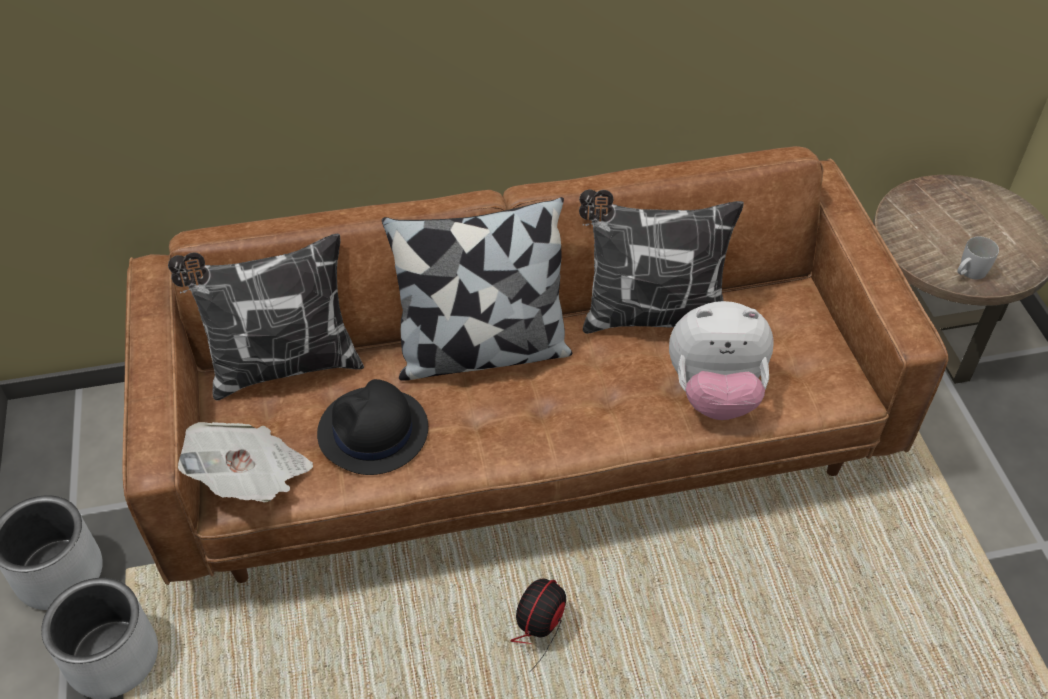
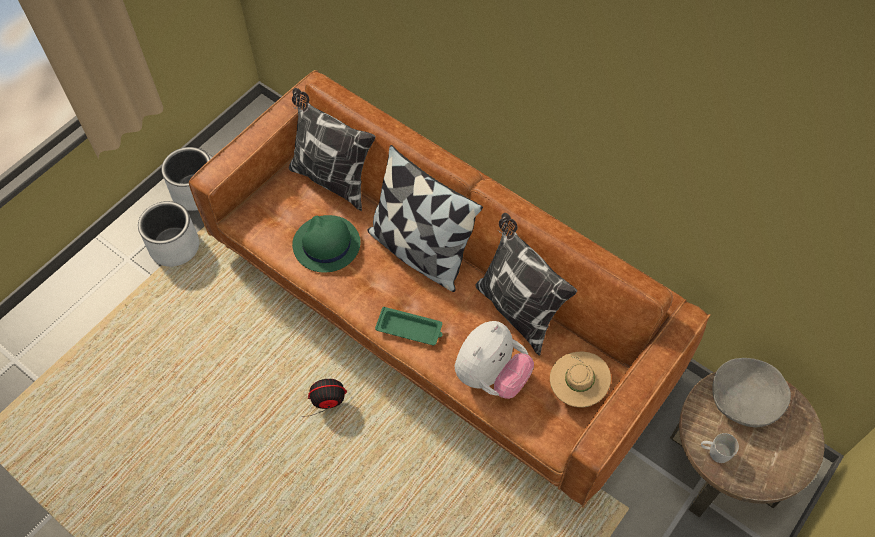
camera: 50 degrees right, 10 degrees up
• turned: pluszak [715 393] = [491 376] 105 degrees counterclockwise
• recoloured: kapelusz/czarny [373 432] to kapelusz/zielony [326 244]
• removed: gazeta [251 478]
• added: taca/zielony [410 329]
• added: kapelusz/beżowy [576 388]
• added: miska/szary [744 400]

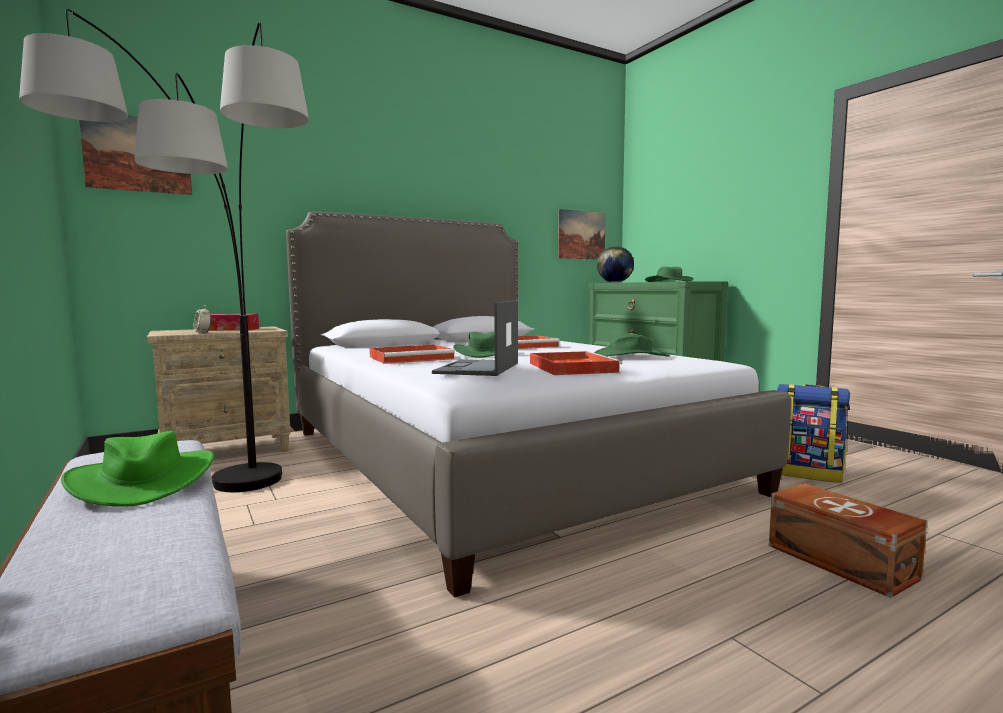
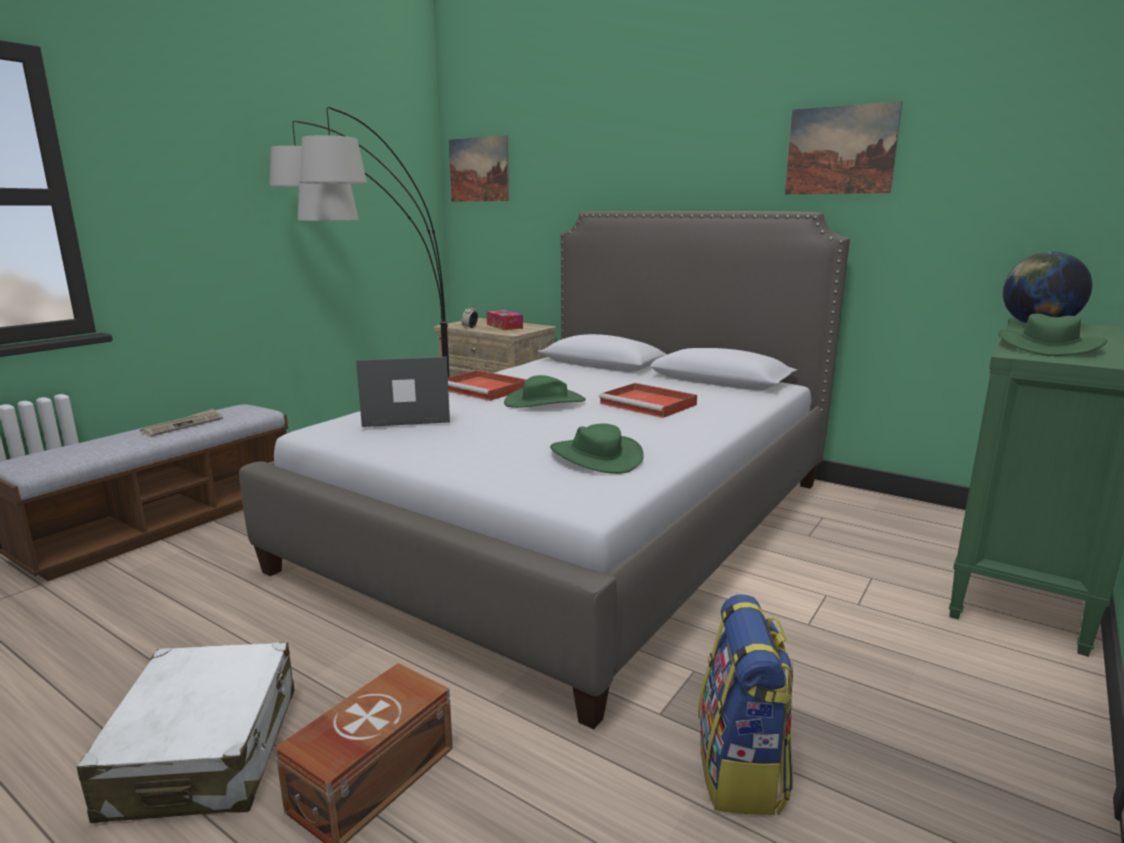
camera: 65 degrees right, 10 degrees up
• moved: obraz [581 235] to [840 150]
• removed: taca/czerwony [571 367]
• replaced: kapelusz/zielony [143 480] to gazeta [183 425]
• added: walizka/biały [205 751]

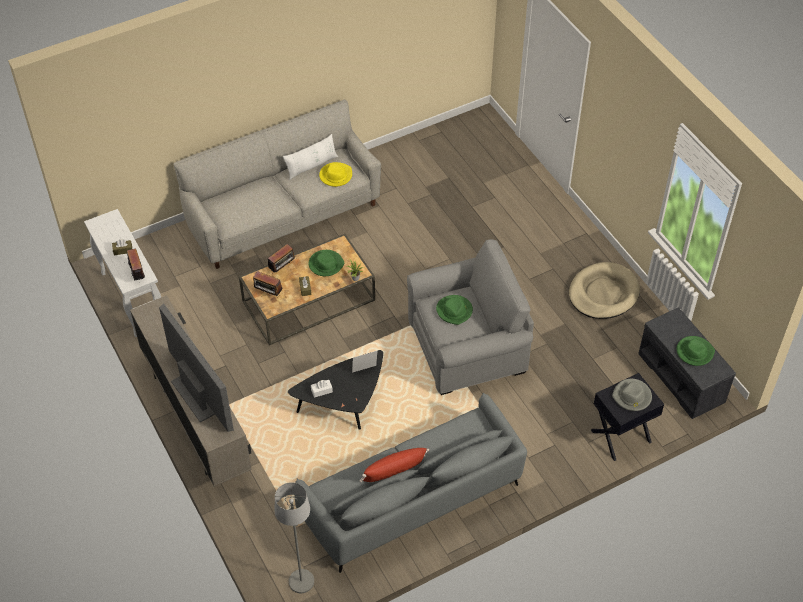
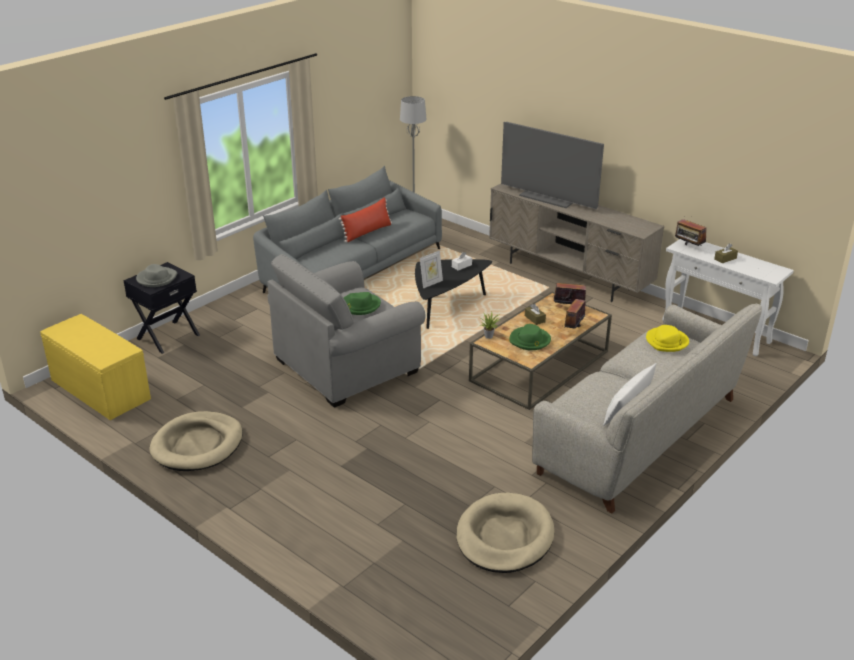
camera: 160 degrees right, 20 degrees down
• moved: kapelusz/żółty [335 176] to [667 342]
• recoloured: ławka/szary [682 378] to ławka/żółty [99 389]
• removed: kapelusz/zielony [694 352]
• added: legowisko/beżowy [504 537]

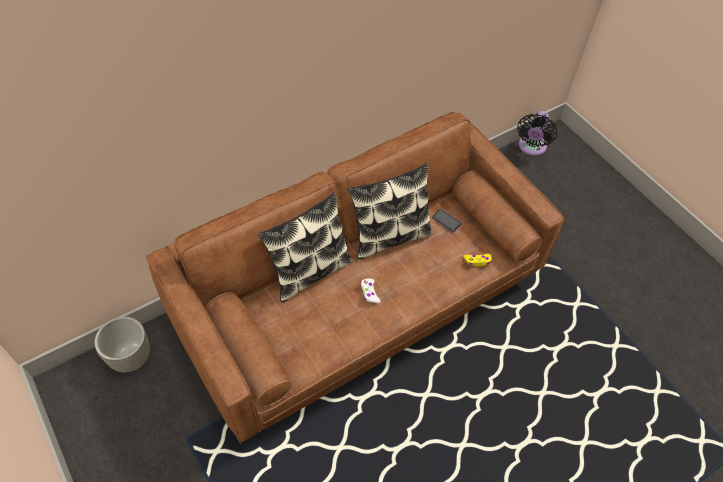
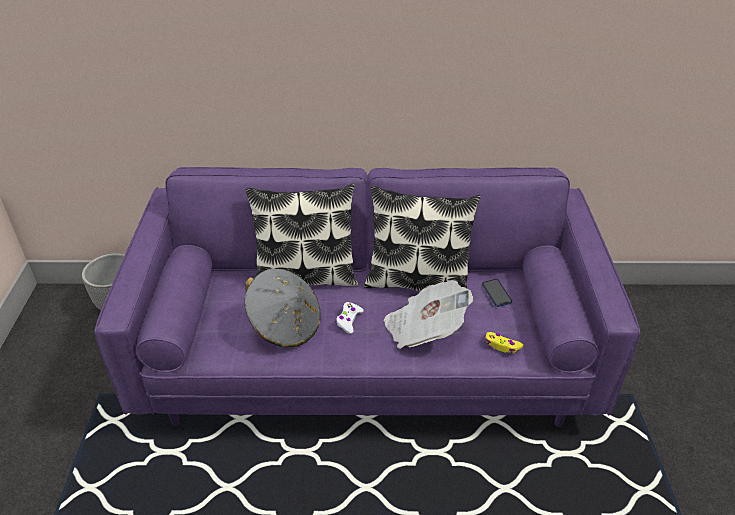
camera: 35 degrees right, 15 degrees down
• removed: wentylator/czarny [531 148]
• recoloured: kanapa/brązowy [358 301] to kanapa/fioletowy [367 357]
• added: kapelusz/szary [285 325]
• added: gazeta [424 329]

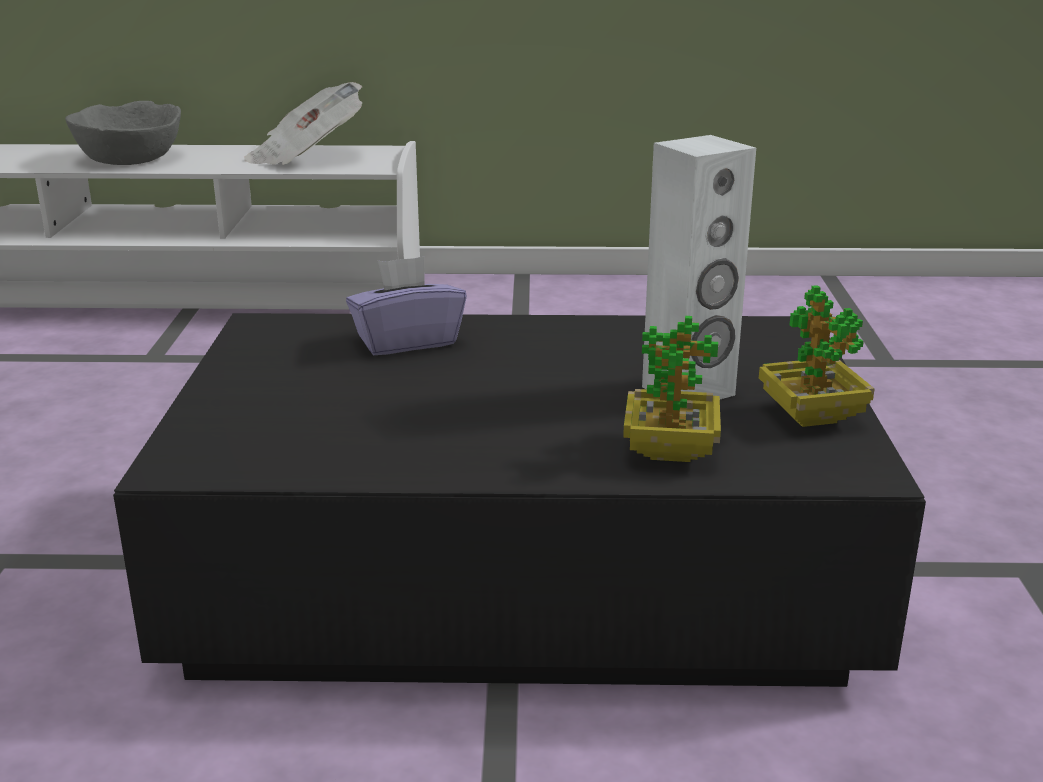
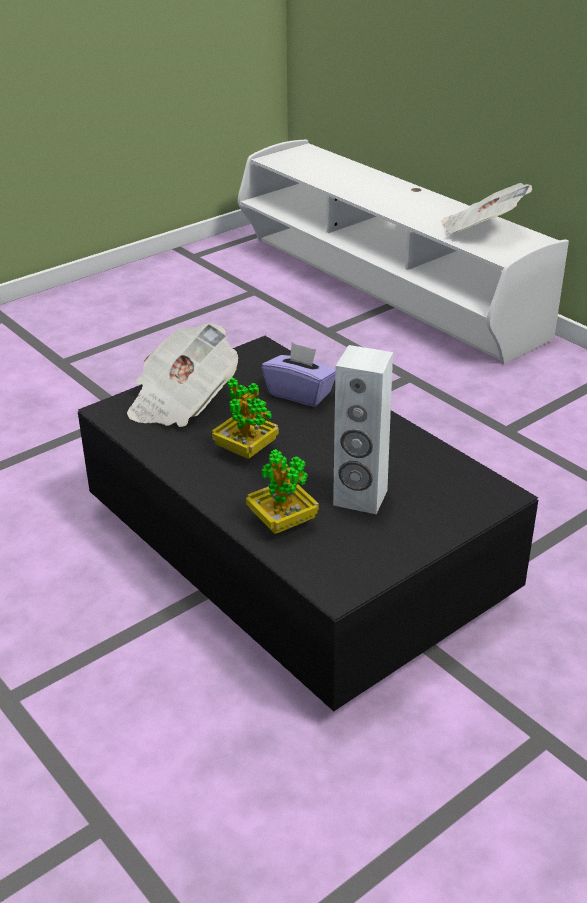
camera: 50 degrees right, 10 degrees up
• removed: miska/szary [130 159]
• moved: roślina doniczkowa [811 417] to [246 450]
• added: gazeta [181 402]

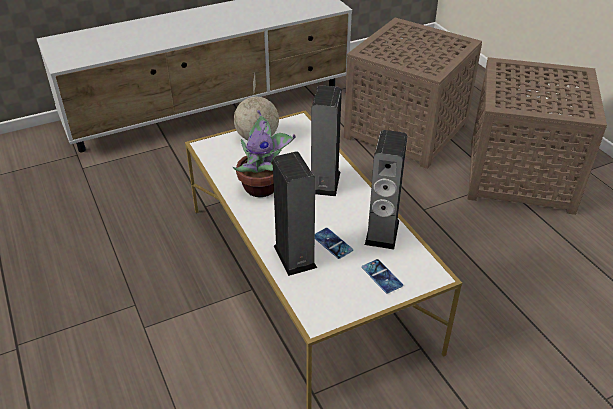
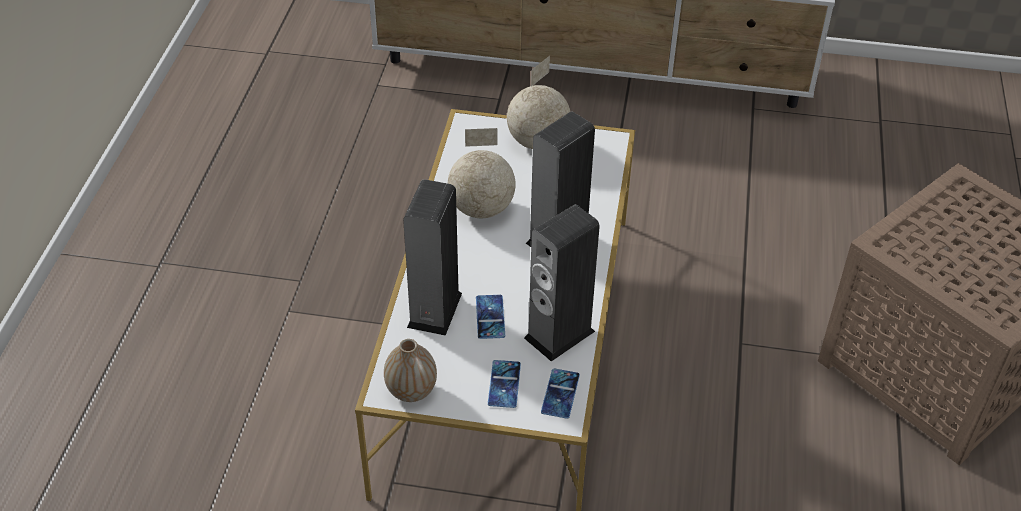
camera: 35 degrees right, 5 degrees up
• removed: stolik/brązowy [408 130]
• replaced: roślina doniczkowa [263 187] to globus [482 209]
• added: wazon [411 390]
• added: telefon [560 393]

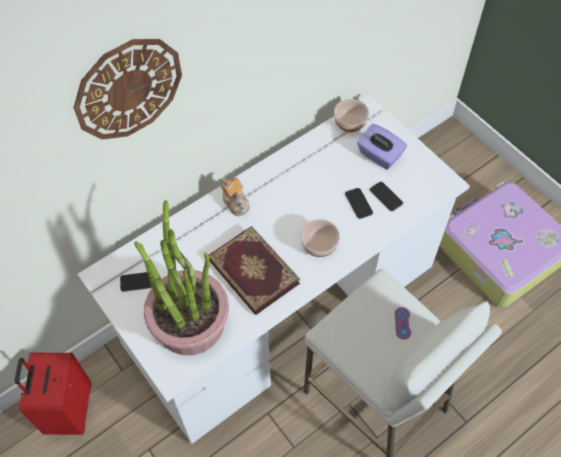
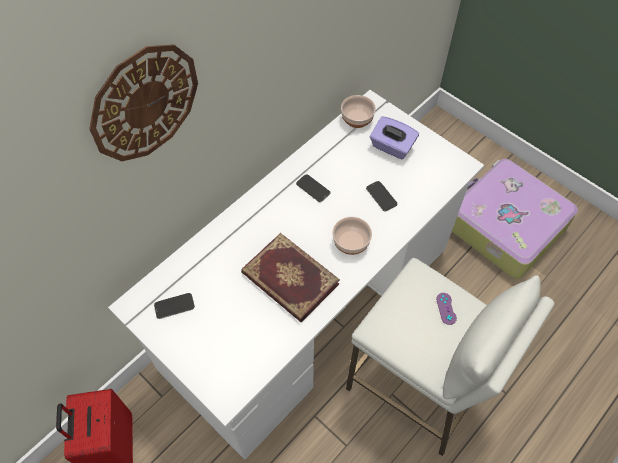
camera: 10 degrees left, 0 degrees up
• removed: imbryk [236 202]
• moved: telefon [386 197] to [313 188]
• removed: roślina doniczkowa [190 322]

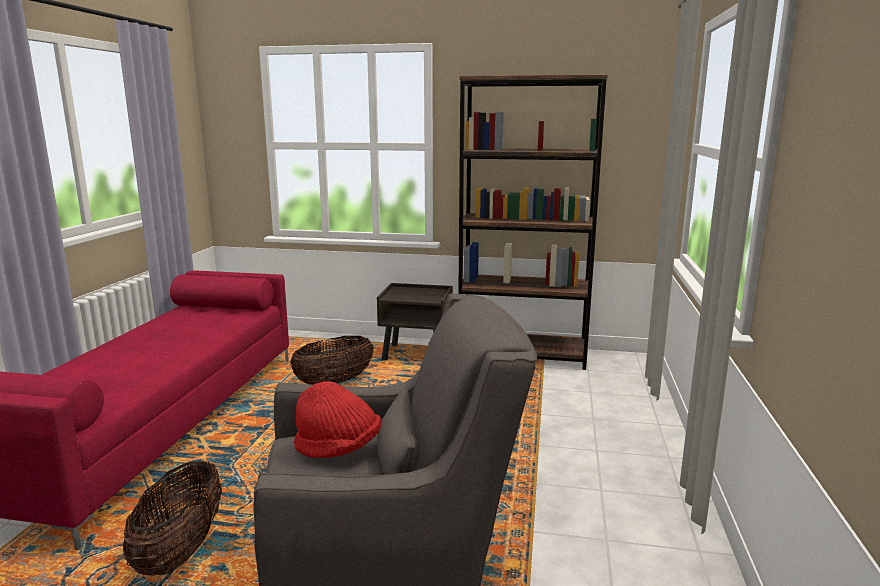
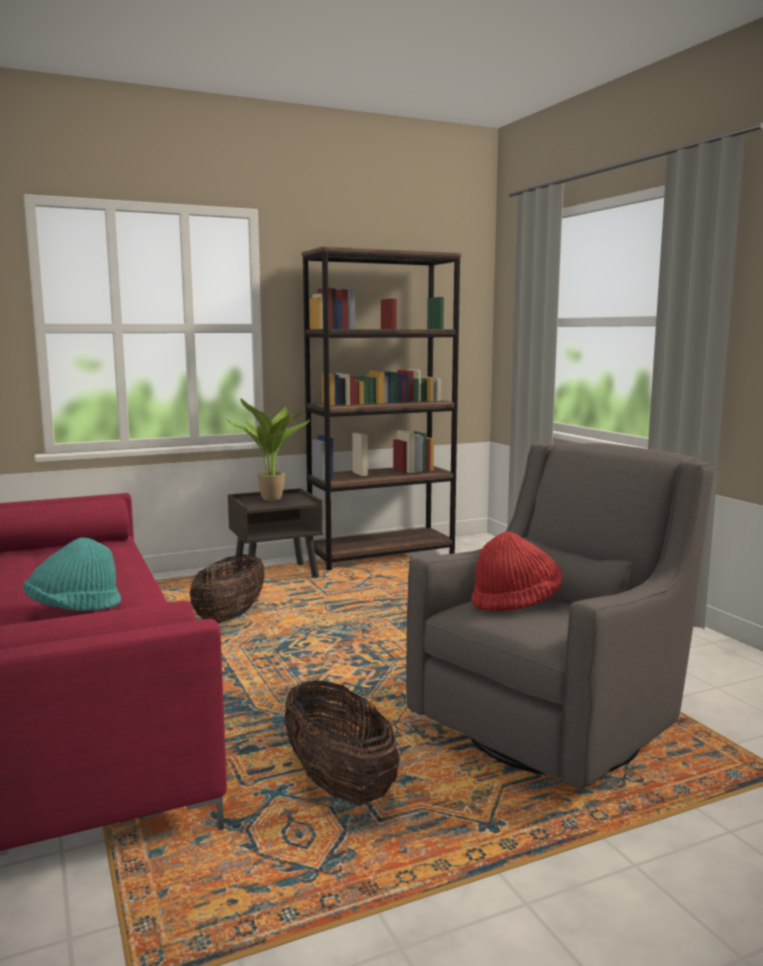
camera: 35 degrees left, 5 degrees down
• added: roślina doniczkowa [273 500]
• added: kapelusz/turkusowy [74 609]

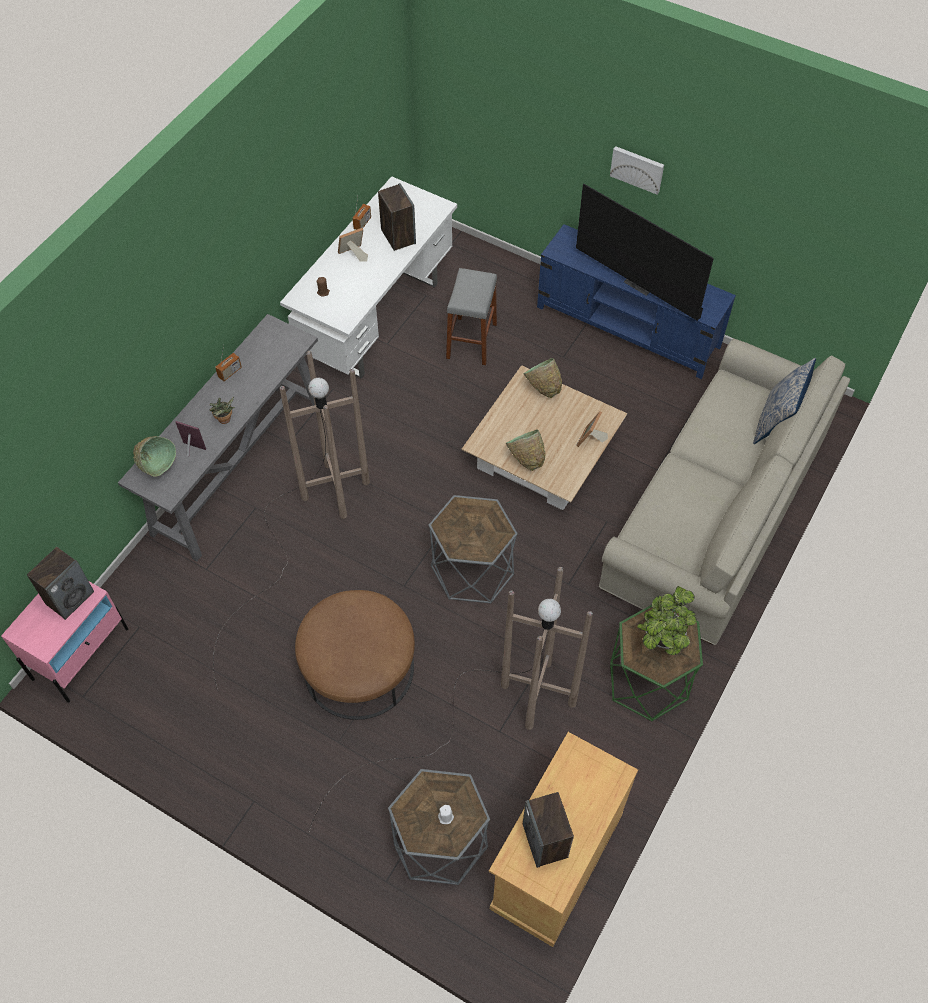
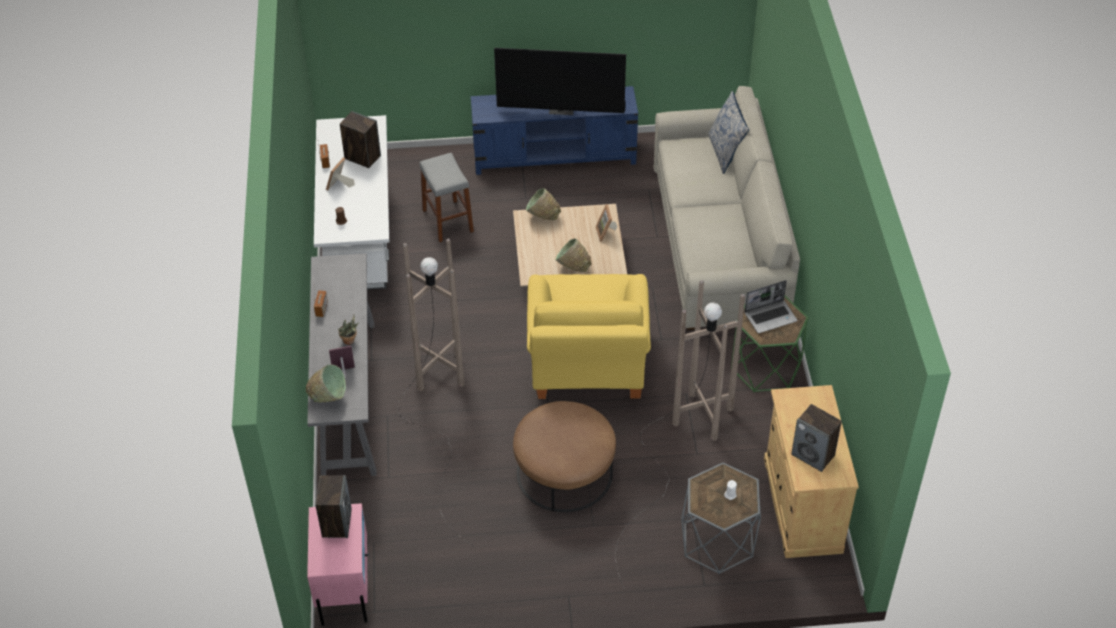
camera: 35 degrees left, 10 degrees down
• removed: obraz [637 168]
• replaced: stolik/szary [472 570] to fotel/żółty [587 367]
• replaced: roślina doniczkowa [662 639] to laptop [770 317]

